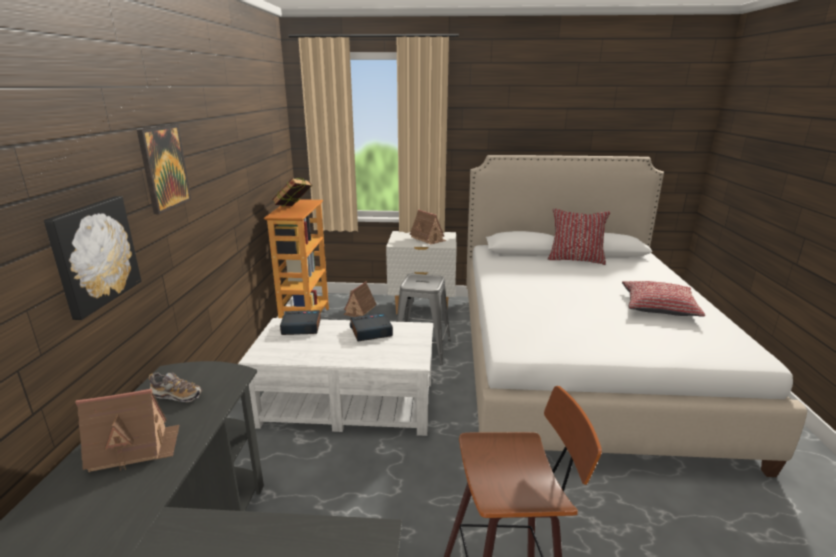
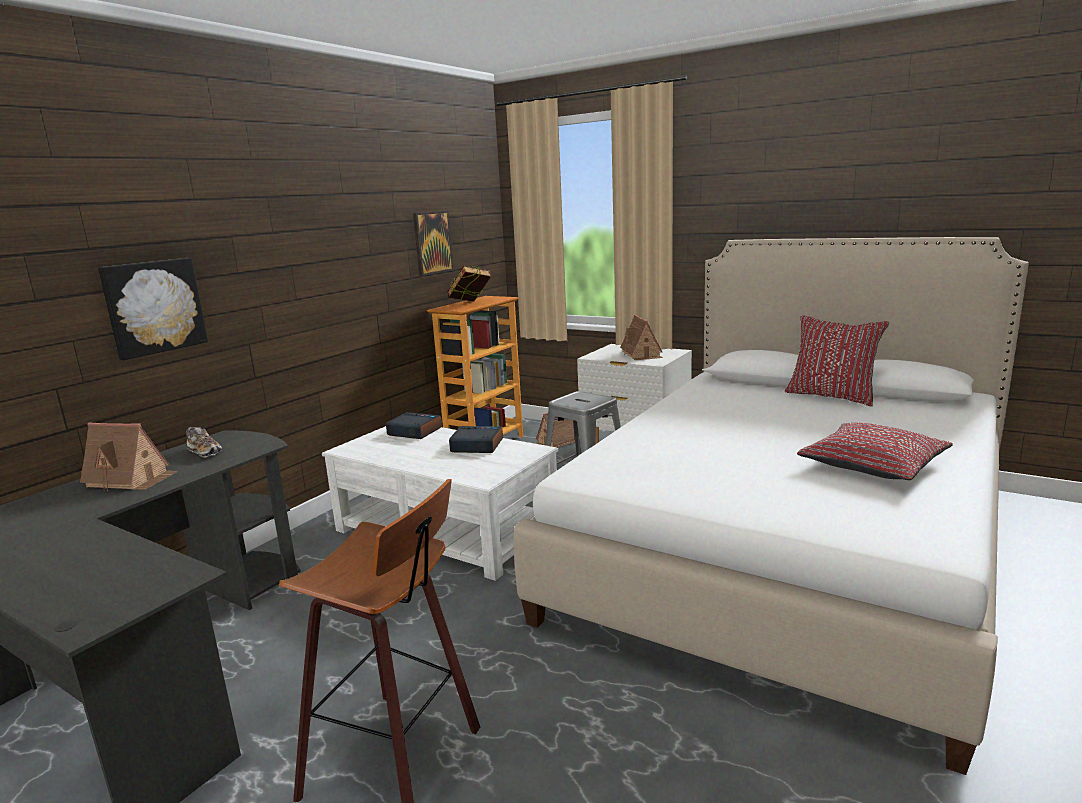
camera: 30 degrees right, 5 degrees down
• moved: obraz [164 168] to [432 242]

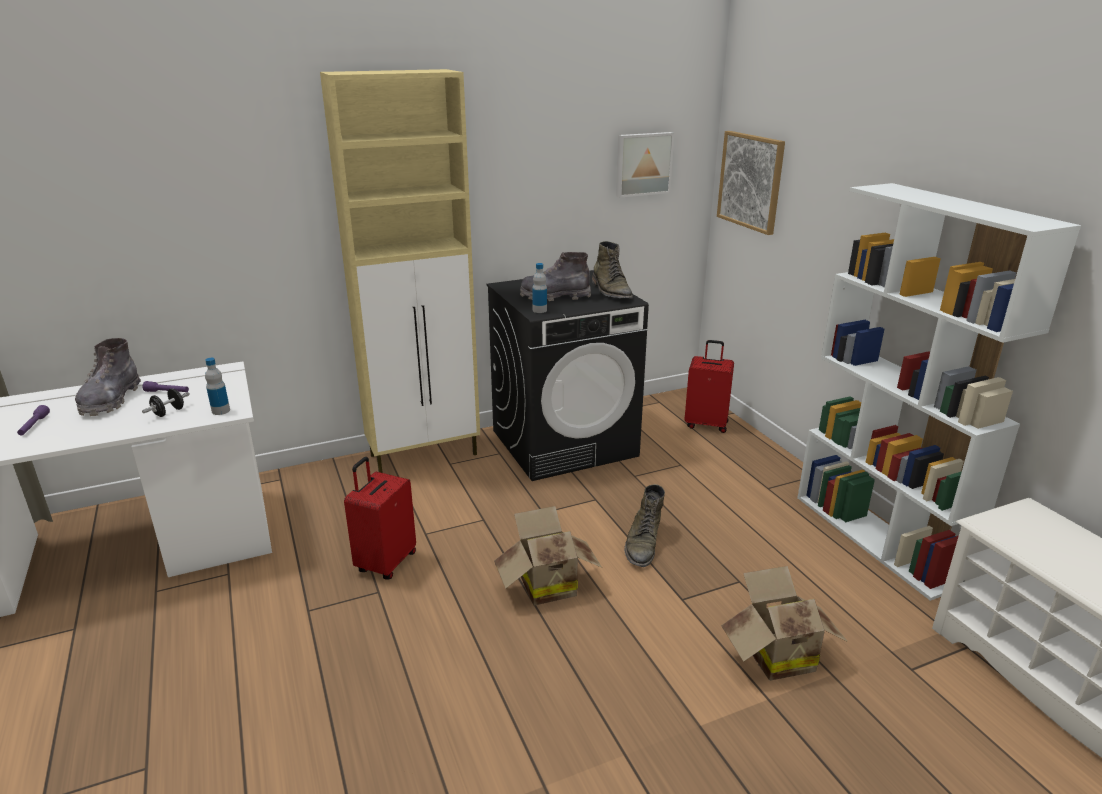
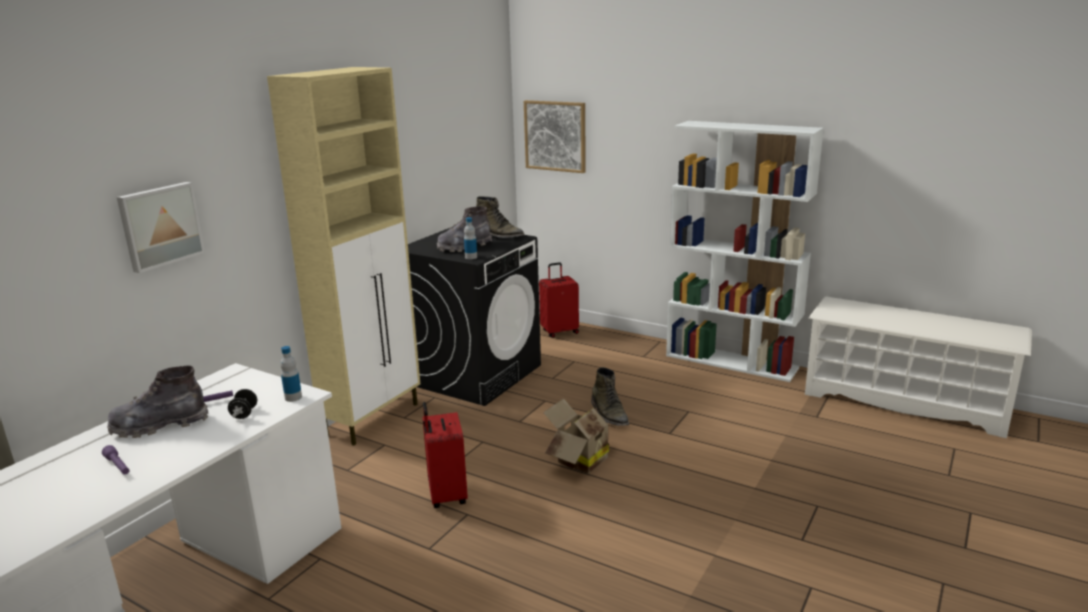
camera: 35 degrees left, 5 degrees down
• moved: obraz [643 164] to [160 225]
• turned: but z cholewką/szary [110 400] = [160 425] 105 degrees clockwise
• removed: karton [775 655]

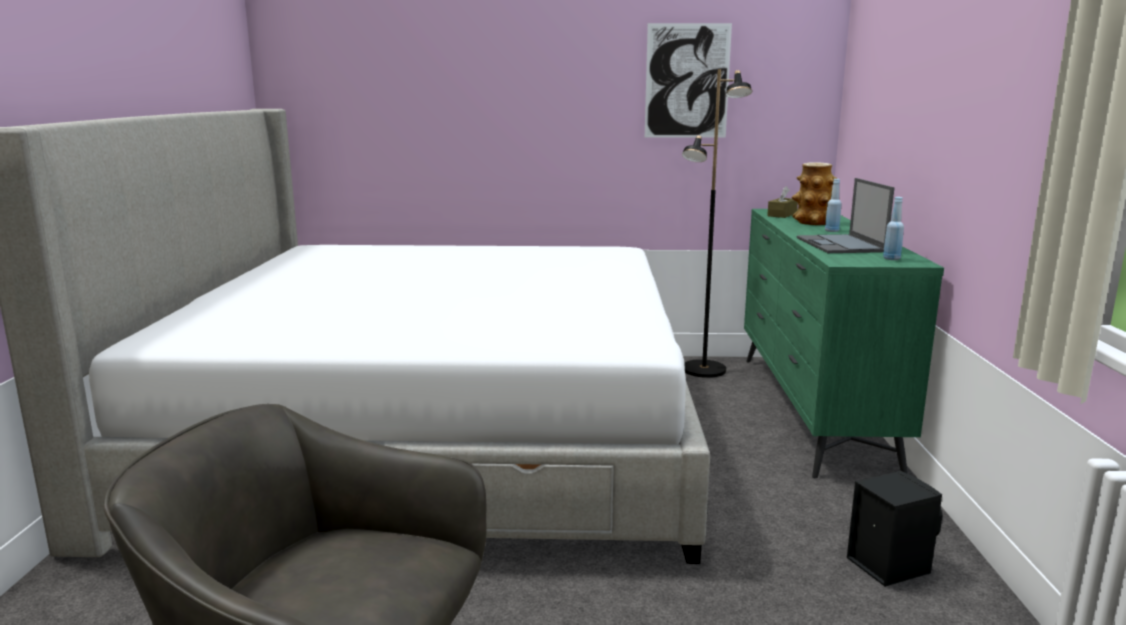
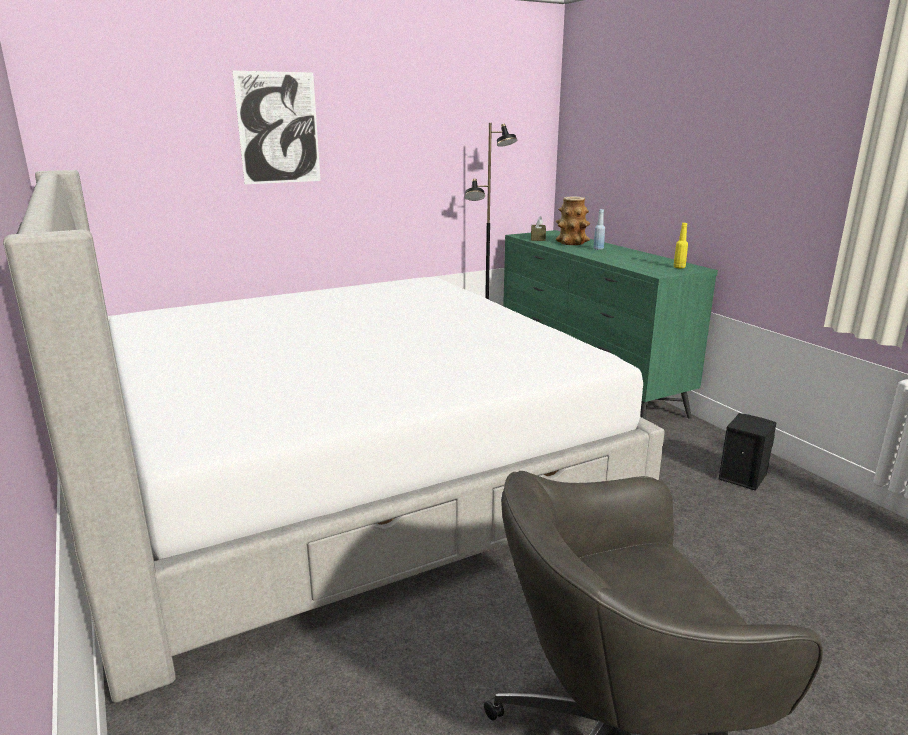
camera: 30 degrees left, 5 degrees up
• moved: obraz [687 81] to [278 128]
• removed: laptop [841 245]
• recoloured: butelka/niebieski [891 259] to butelka/żółty [679 267]

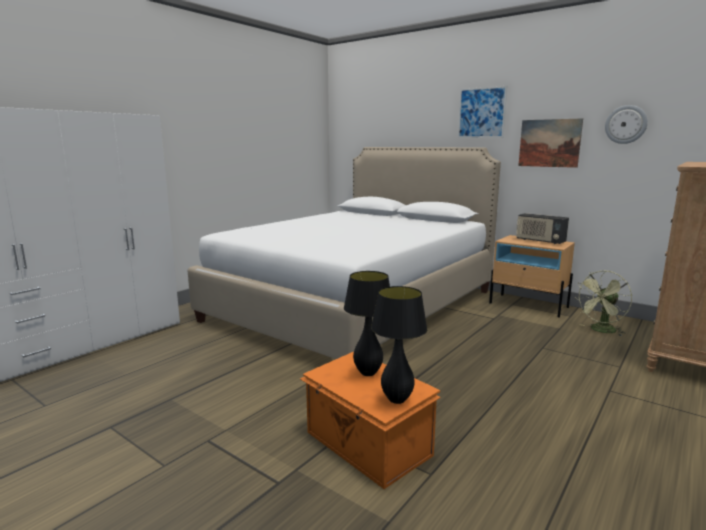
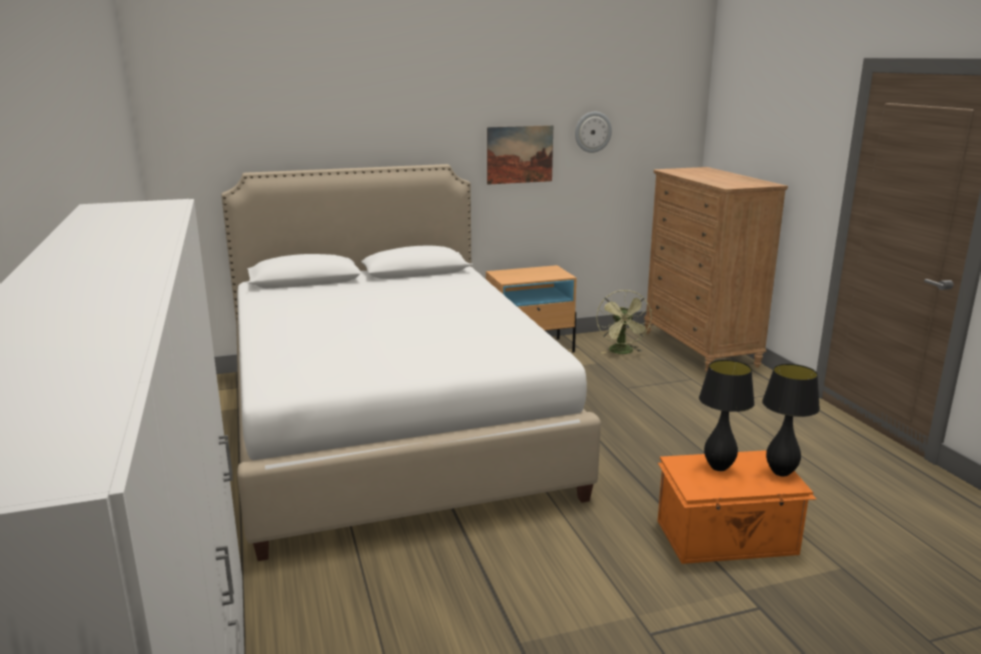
camera: 55 degrees left, 5 degrees up
• removed: obraz [481 113]
• removed: radio [540 241]

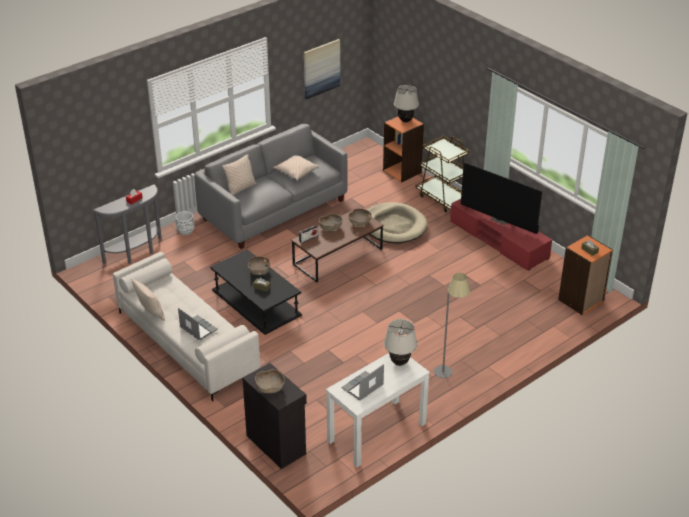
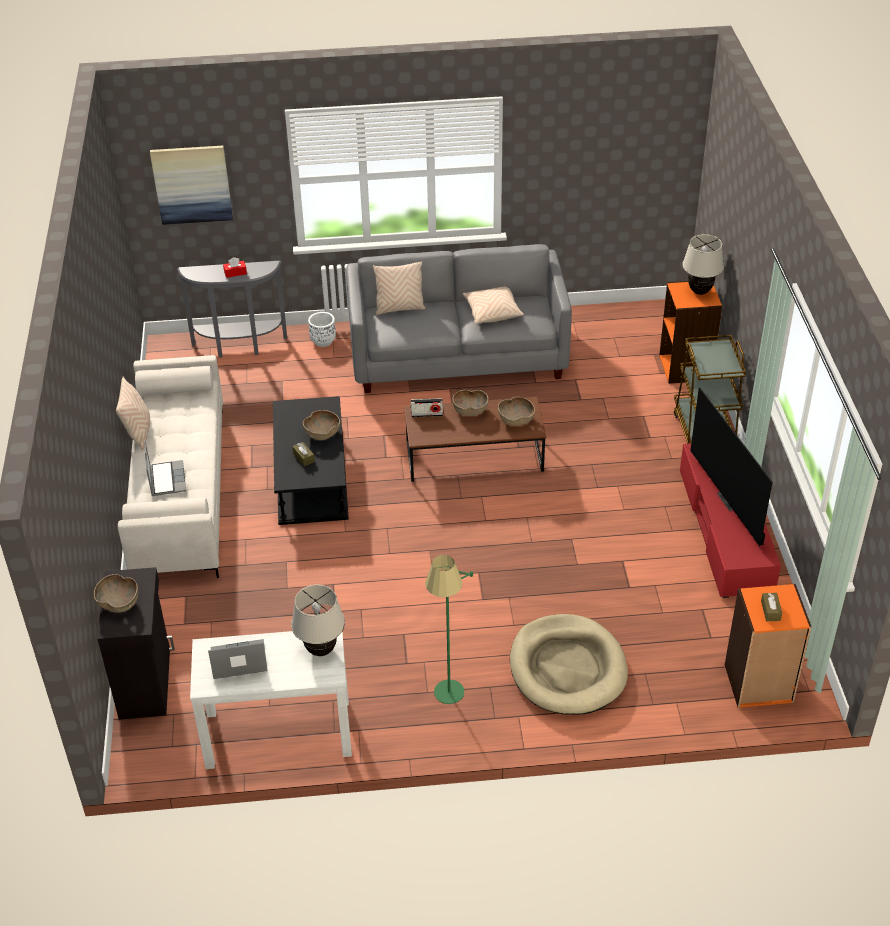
camera: 35 degrees right, 5 degrees up
• moved: obraz [321 68] to [192 184]
• moved: legowisko/beżowy [393 226] to [567 668]
• recoloured: lampa stojąca/szary [448 376] to lampa stojąca/zielony [449 703]

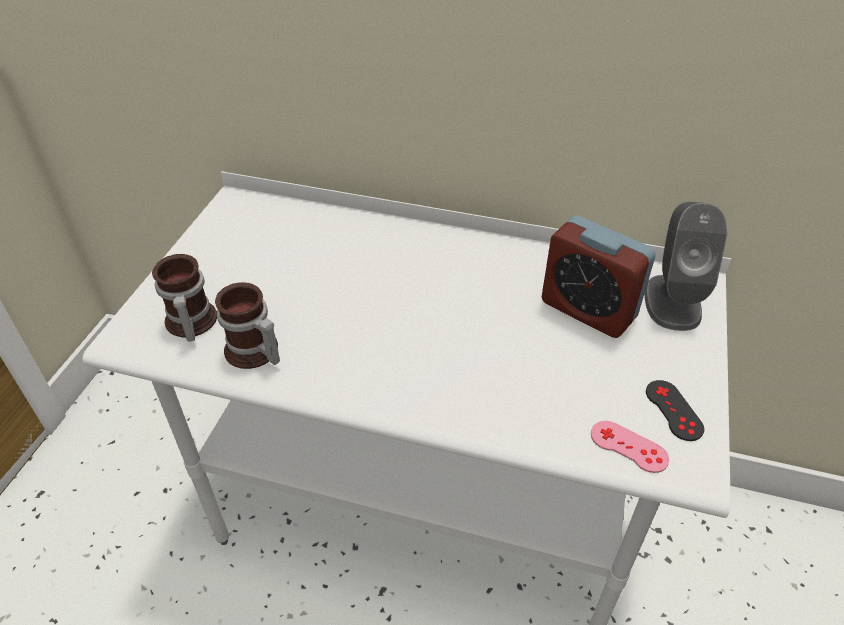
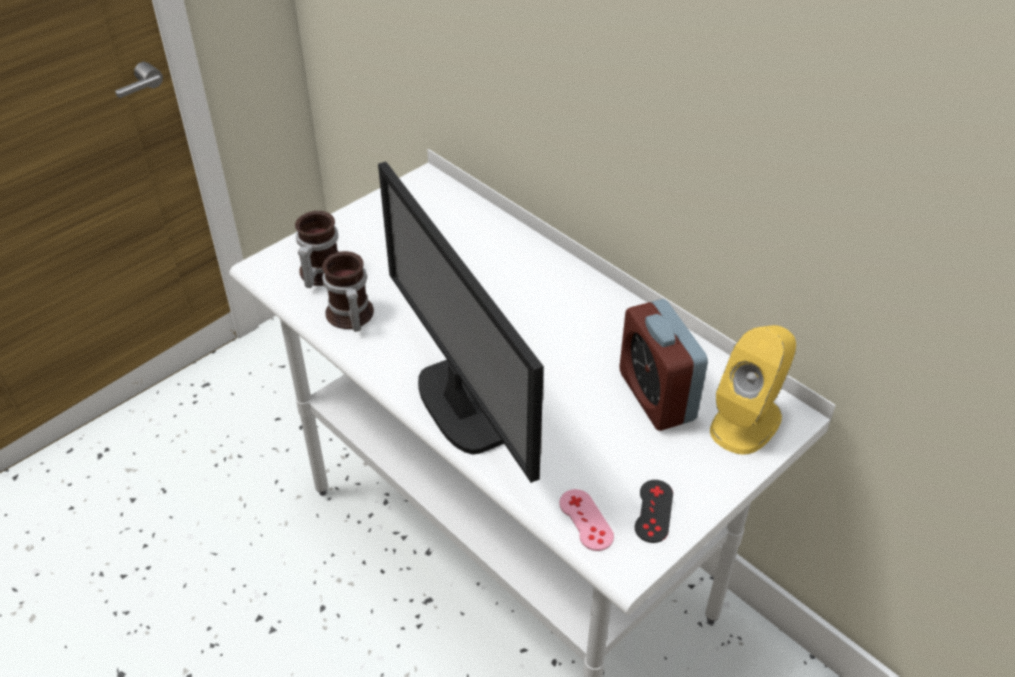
camera: 30 degrees right, 0 degrees up
• recoloured: głośnik/szary [672 301] to głośnik/żółty [746 422]
• added: monitor [459 408]

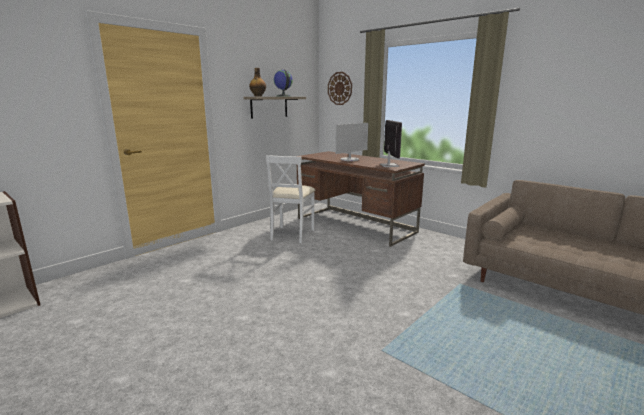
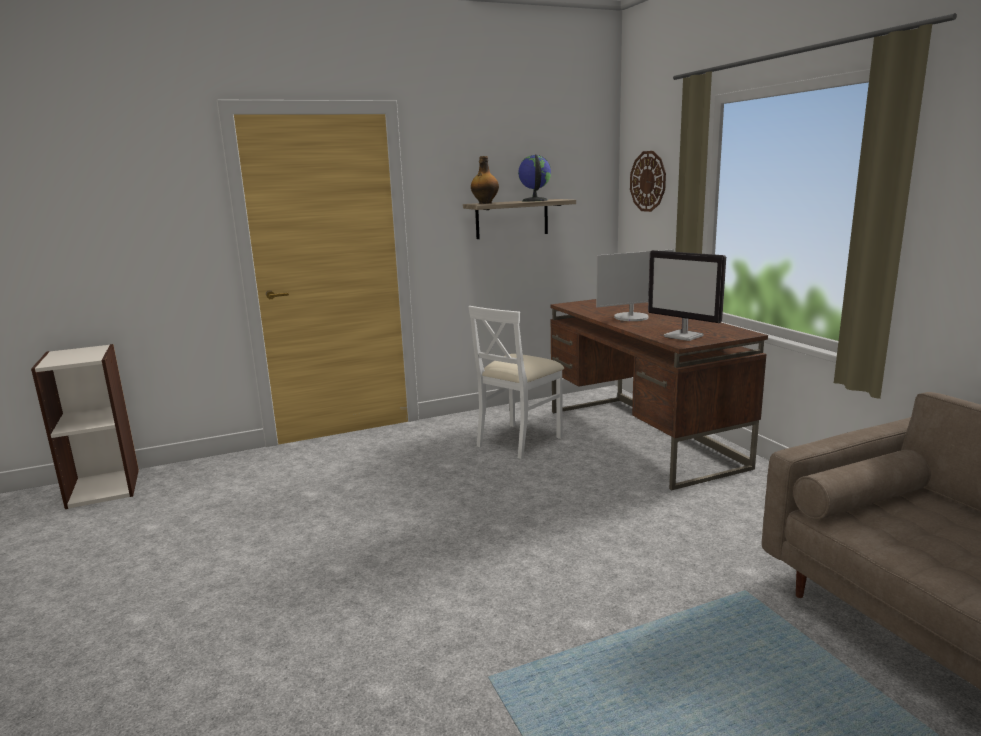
camera: 25 degrees right, 0 degrees up
• turned: monitor [389 165] = [684 336] 120 degrees clockwise

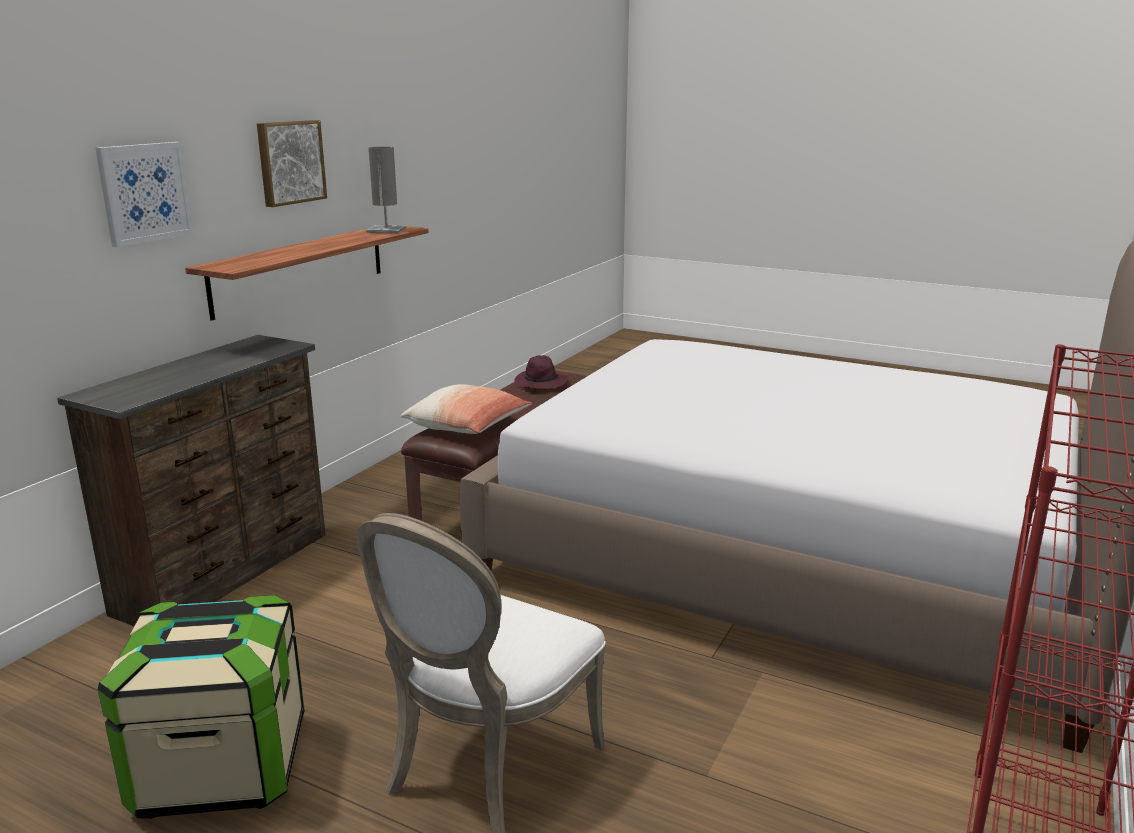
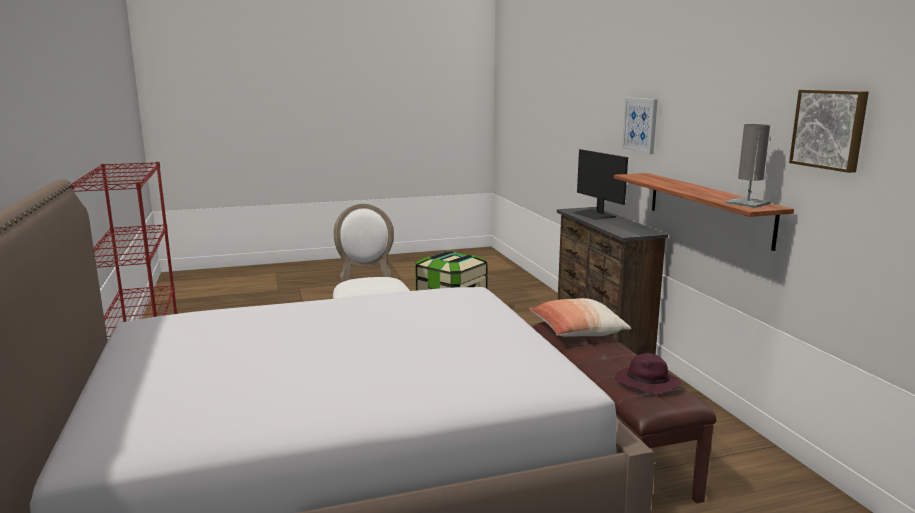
camera: 135 degrees right, 5 degrees down
• moved: obraz [290 162] to [830 129]
• added: monitor [594 215]

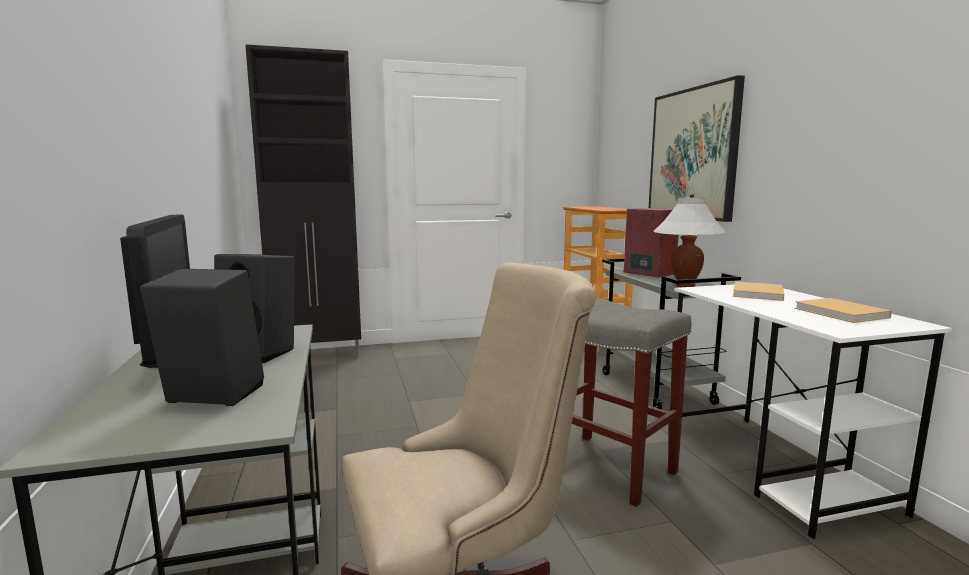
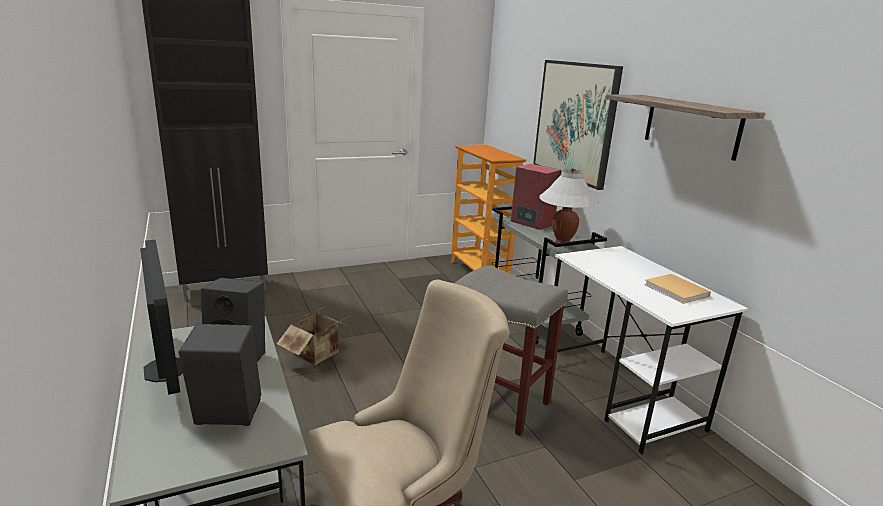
camera: 10 degrees left, 10 degrees up
• removed: książka/beżowy [757 294]
• added: półka [691 126]
• added: karton [319 355]

